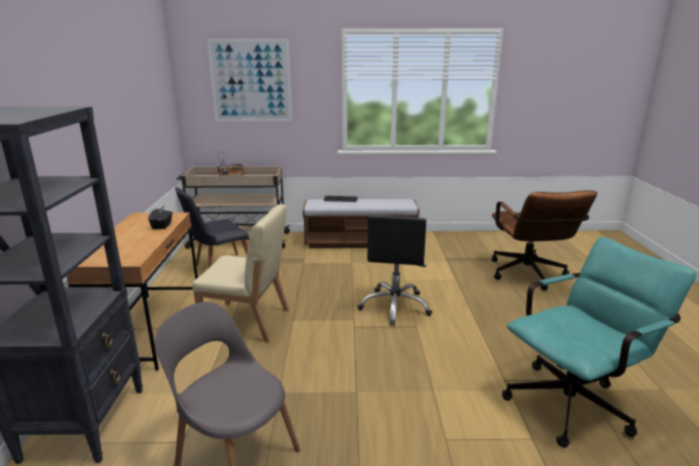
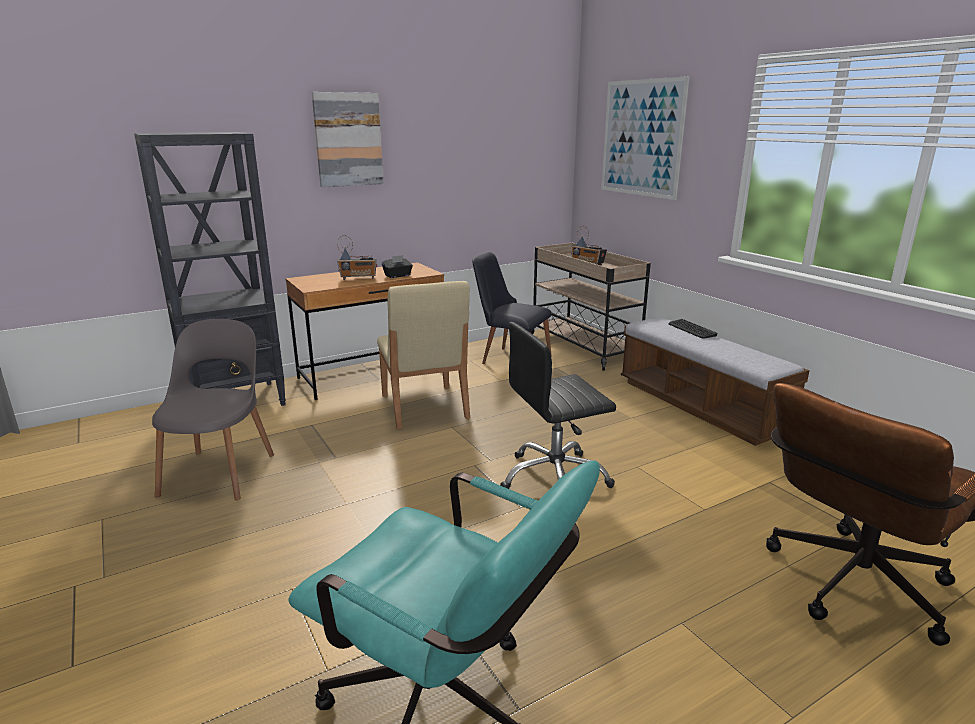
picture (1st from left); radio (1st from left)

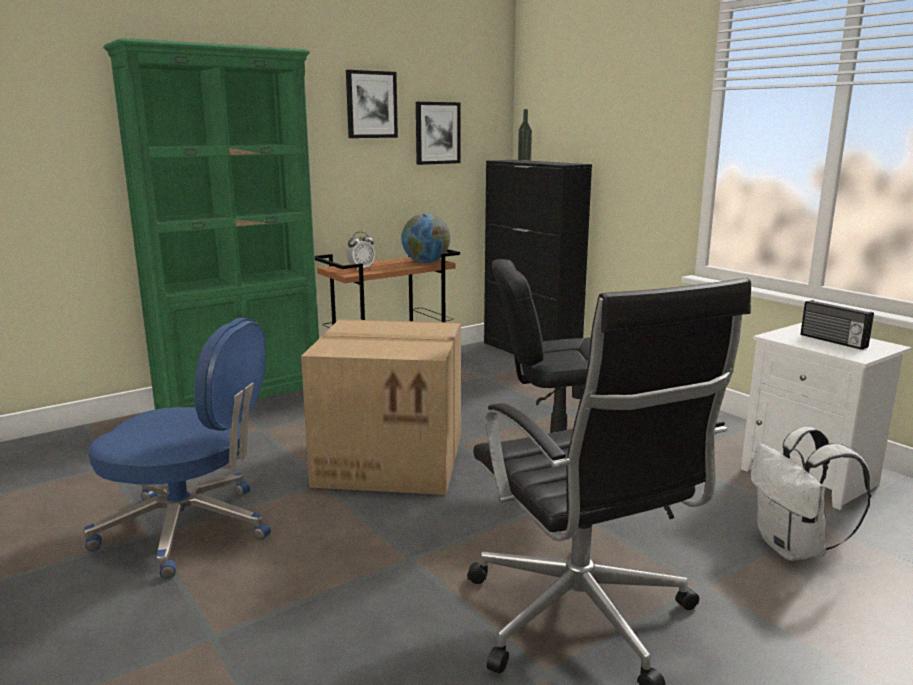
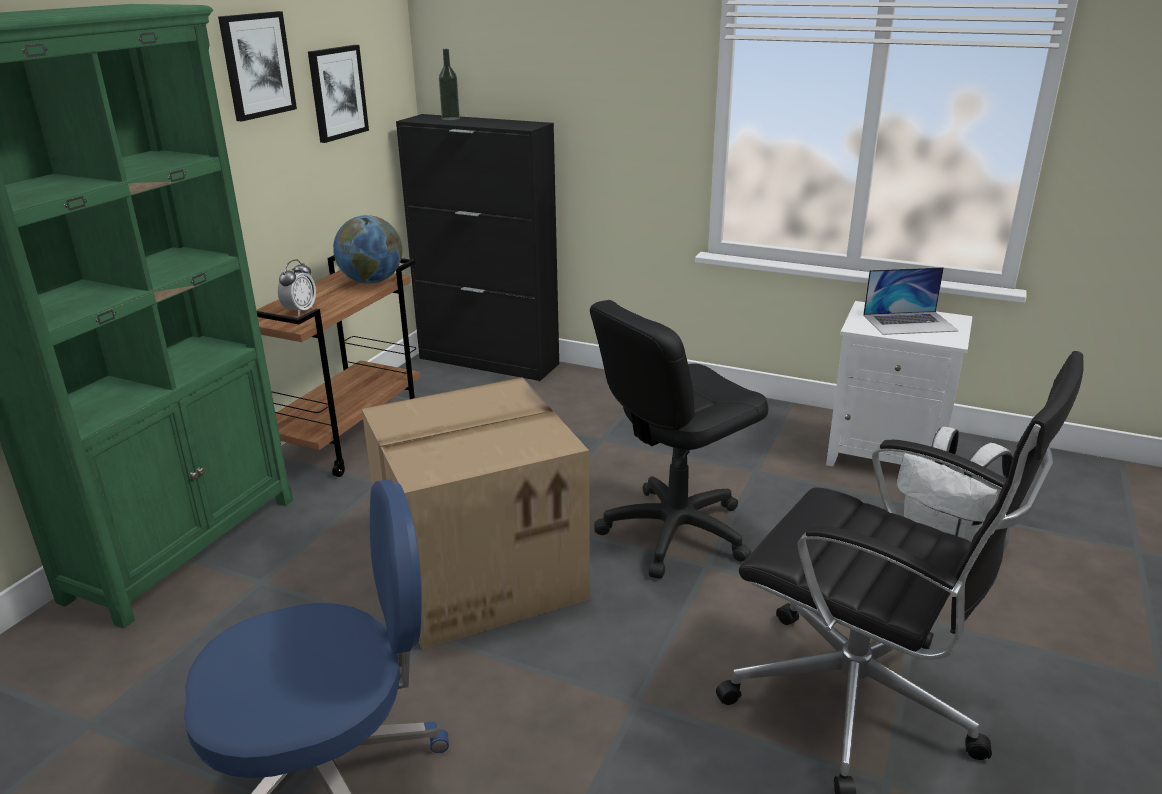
laptop

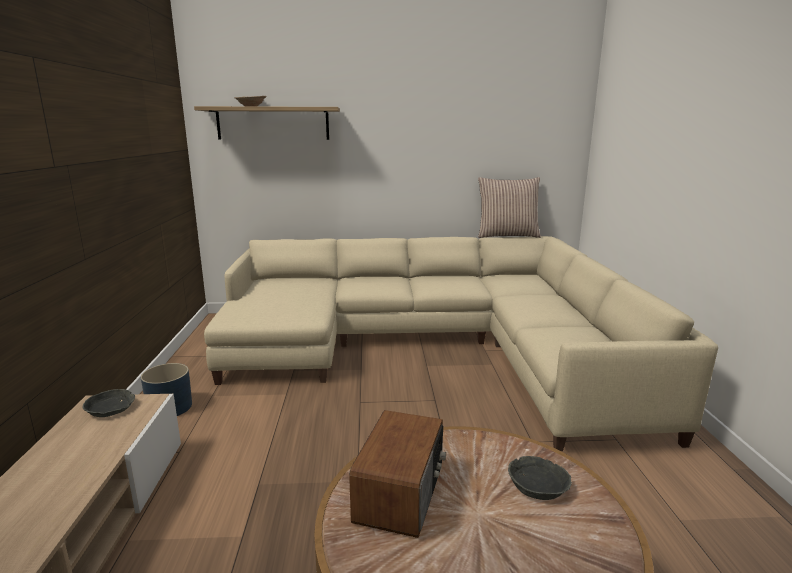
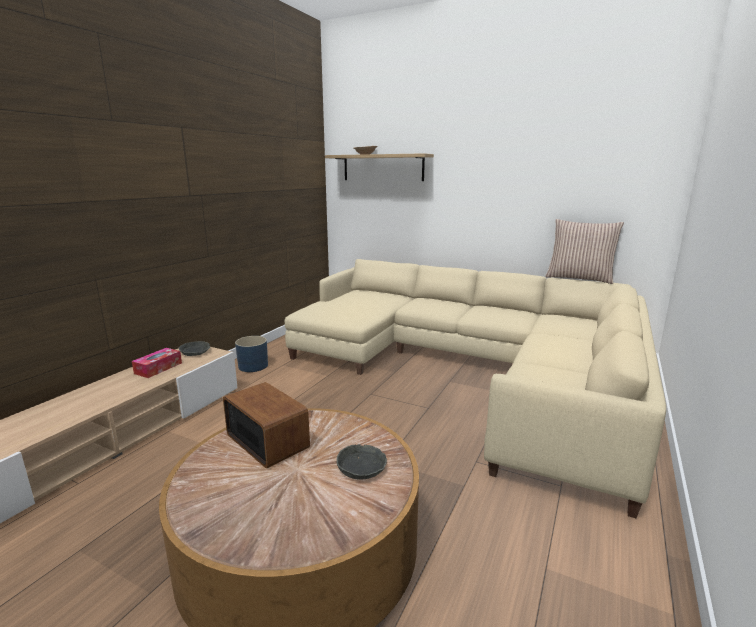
tissue box; radio

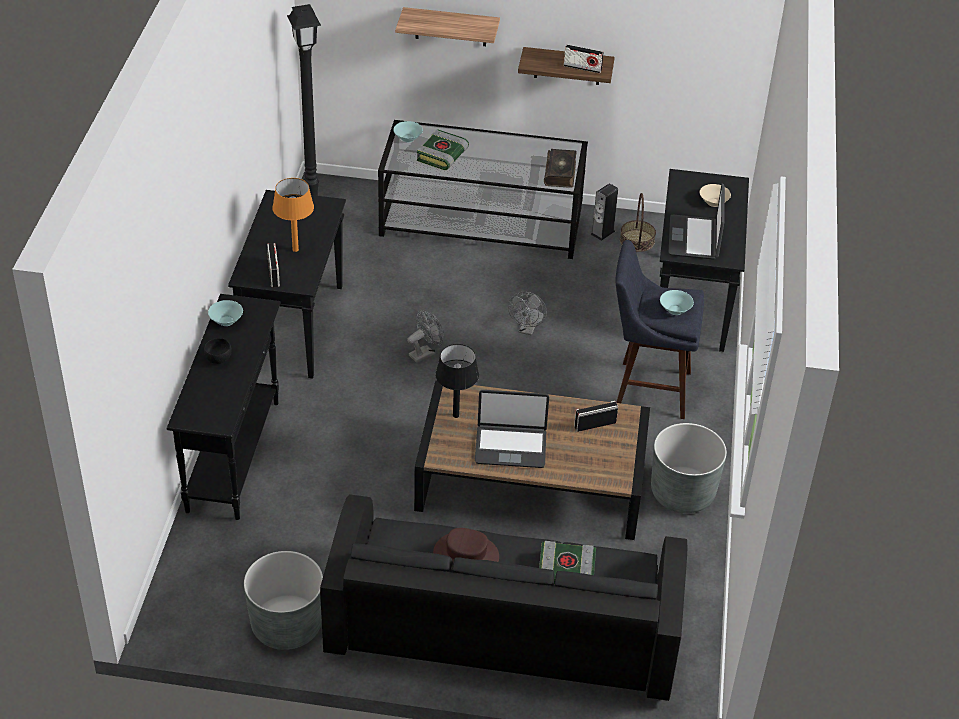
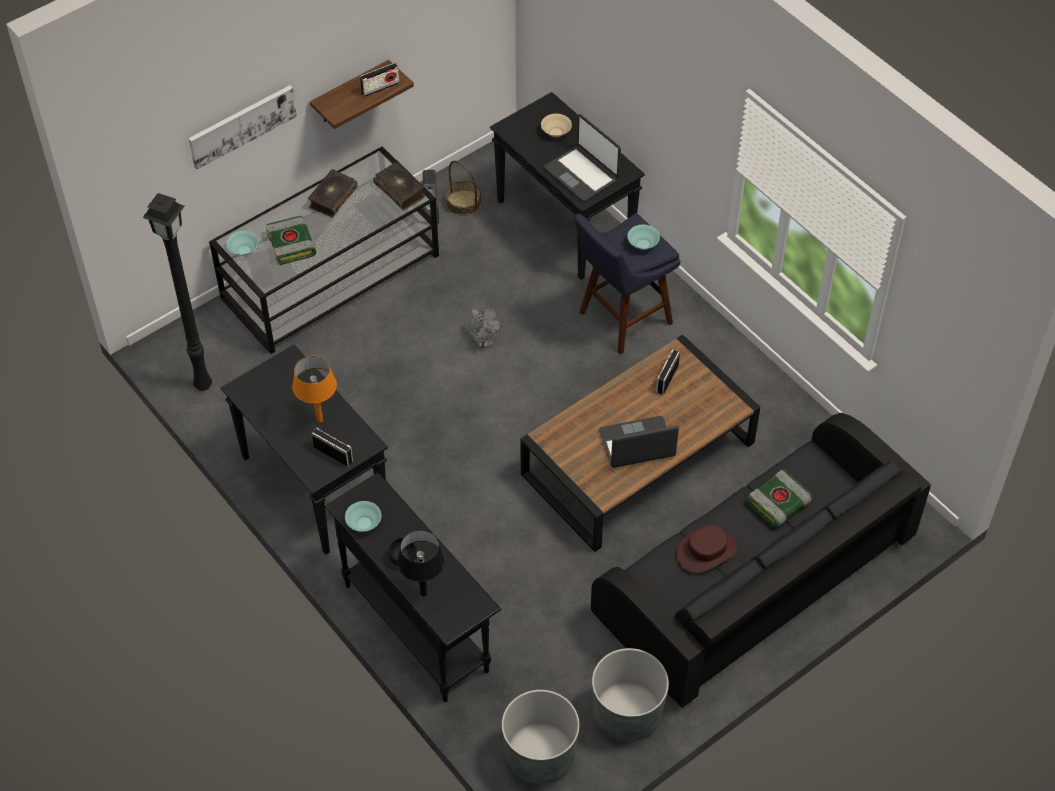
picture; book (2nd from left); black table lamp; grey planter (1st from left); laptop (2nd from left); grey fan (1st from left in the first image)

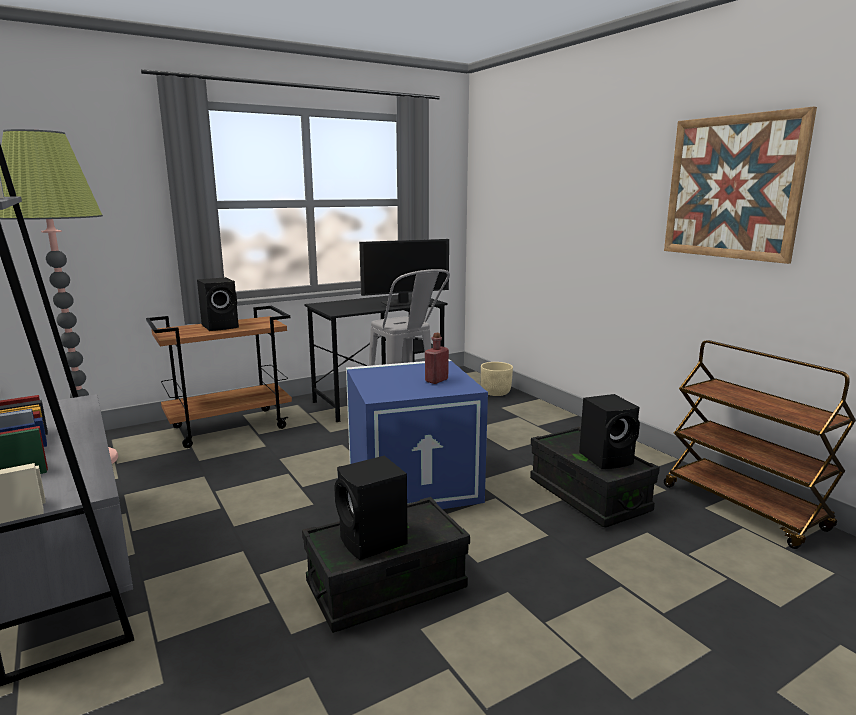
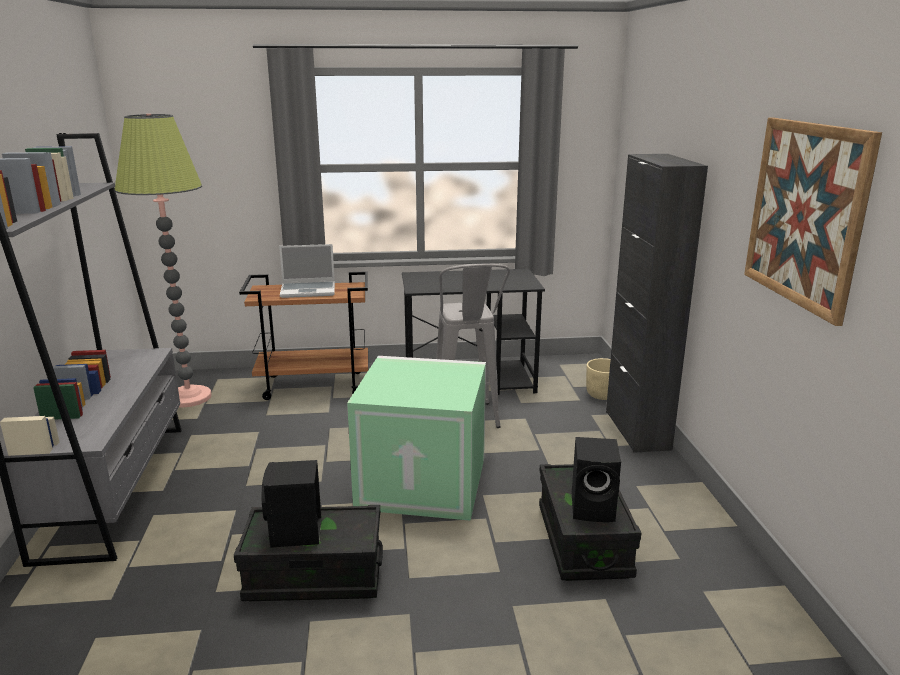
laptop; green storage box; black cabinet; monitor; red bottle; brown cart (2nd from left in the first image)

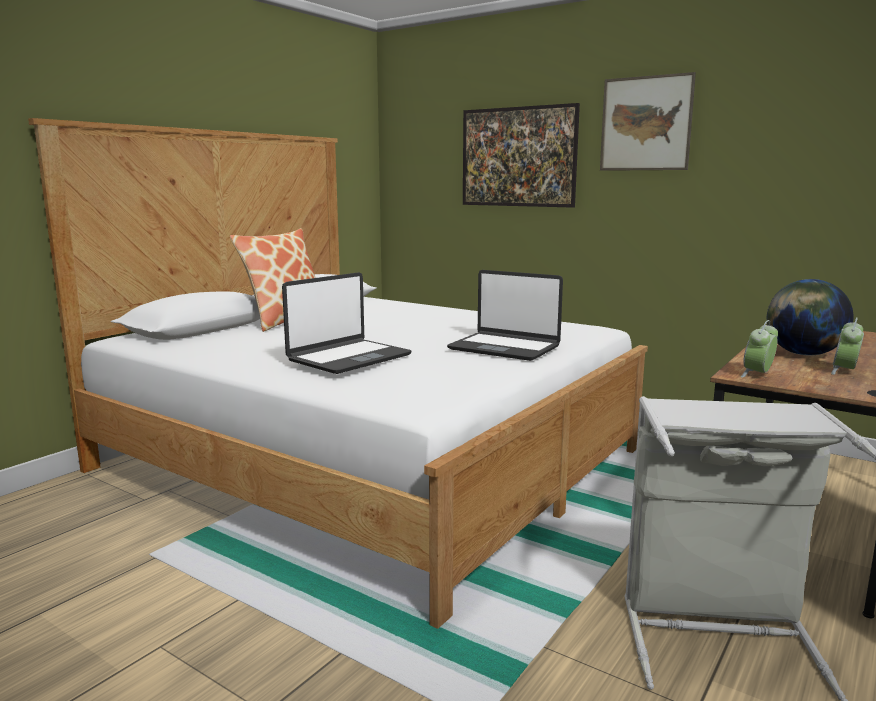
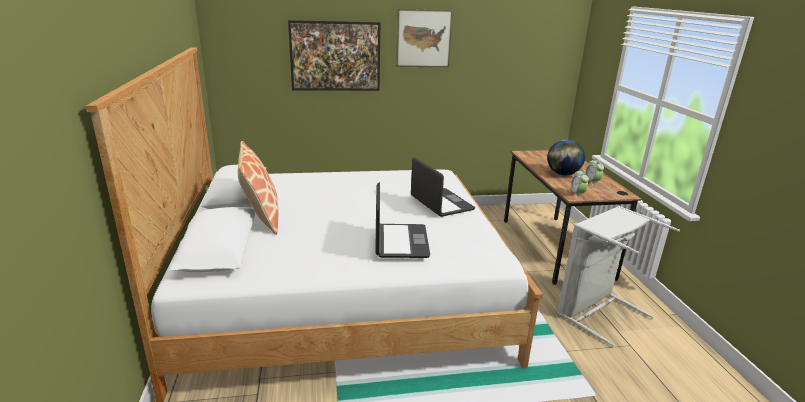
laptop (2nd from left)

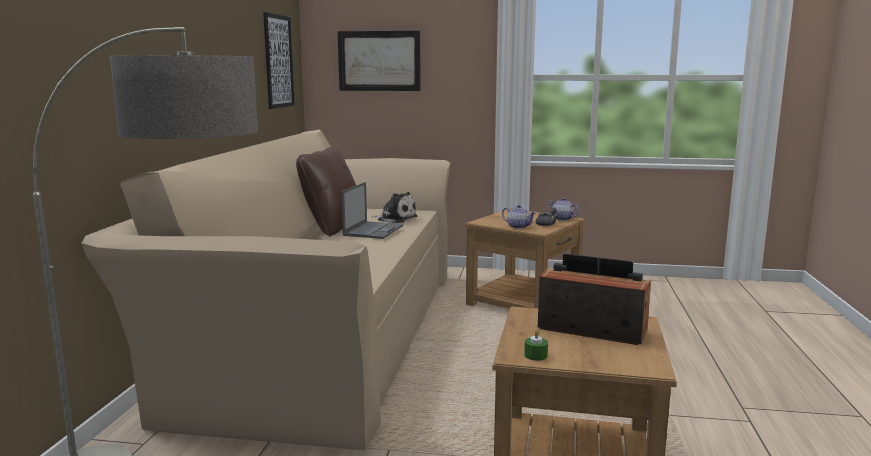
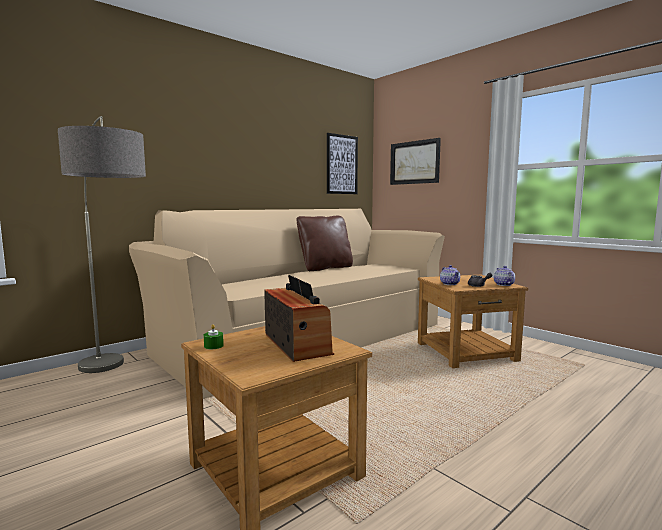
laptop; plush toy

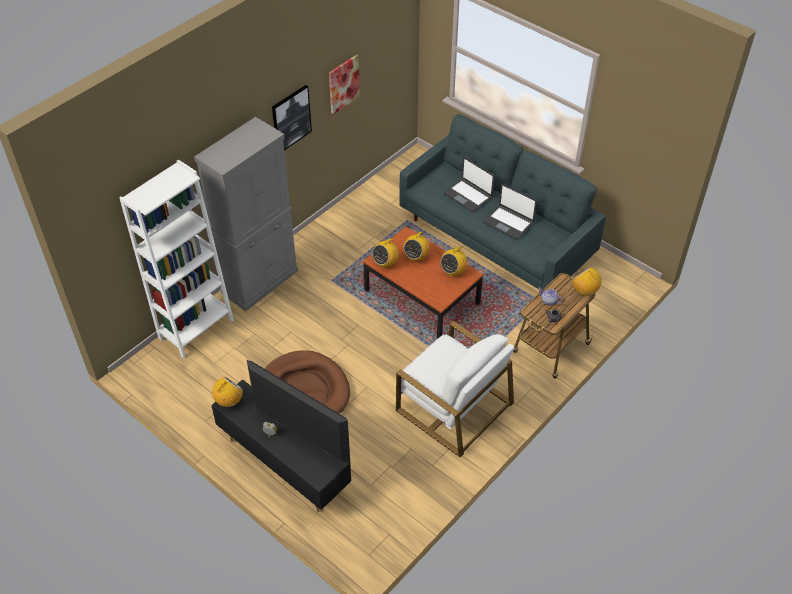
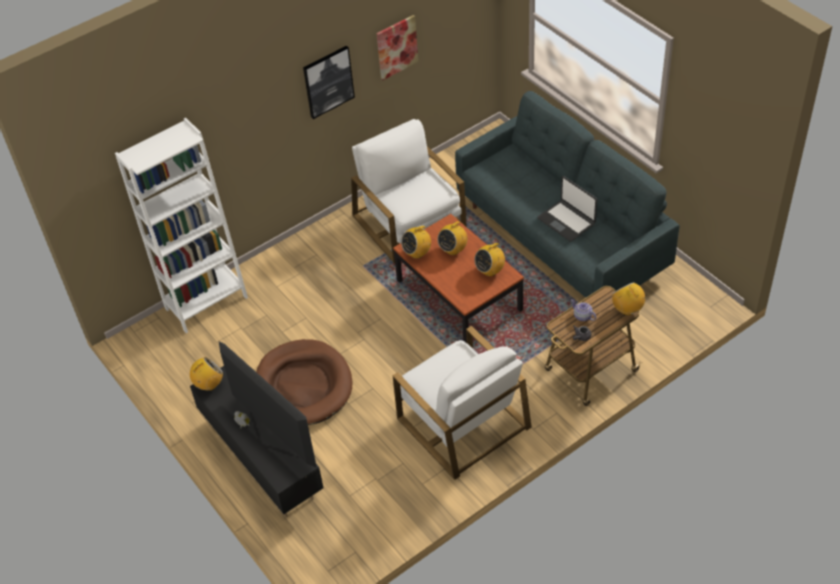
white armchair (1st from left); grey cabinet; laptop (1st from left in the first image)

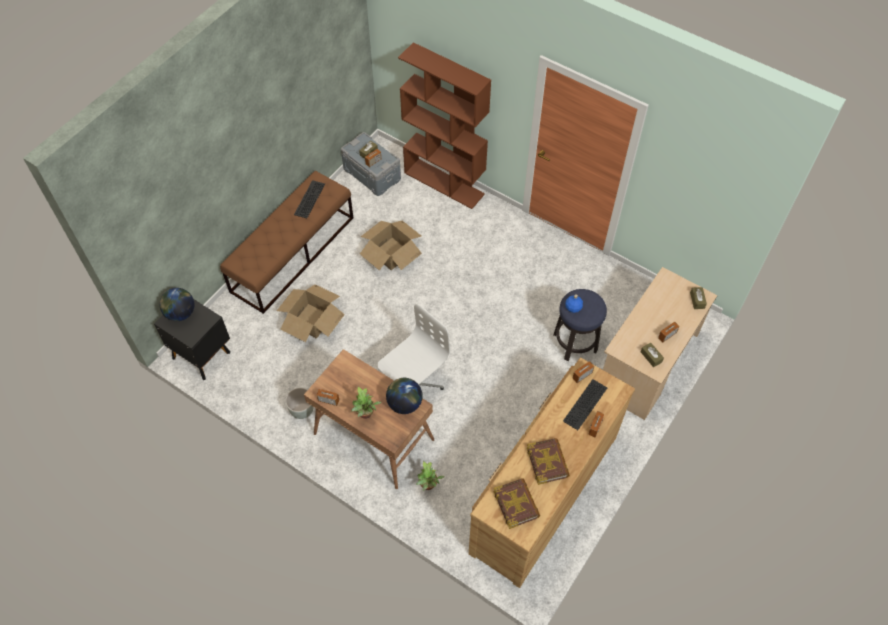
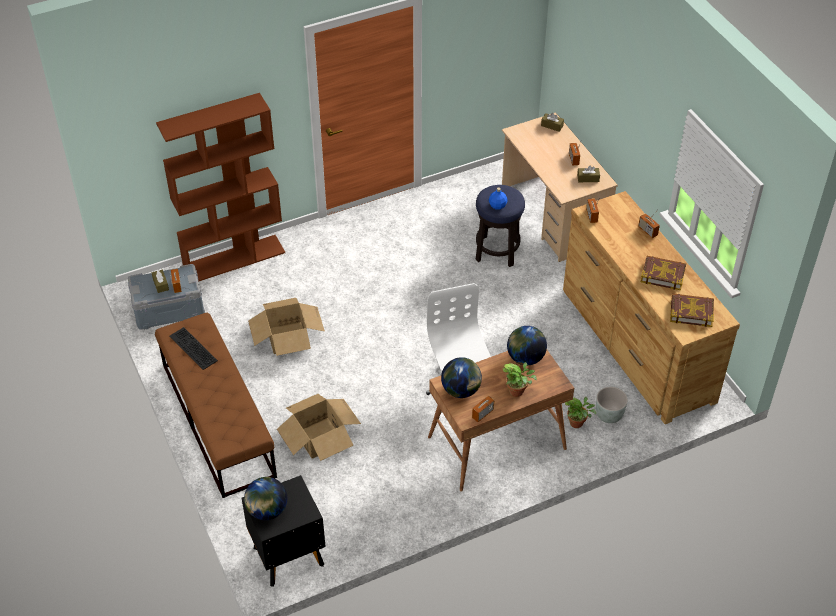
globe (2nd from left); grey planter; keyboard (2nd from left in the first image)

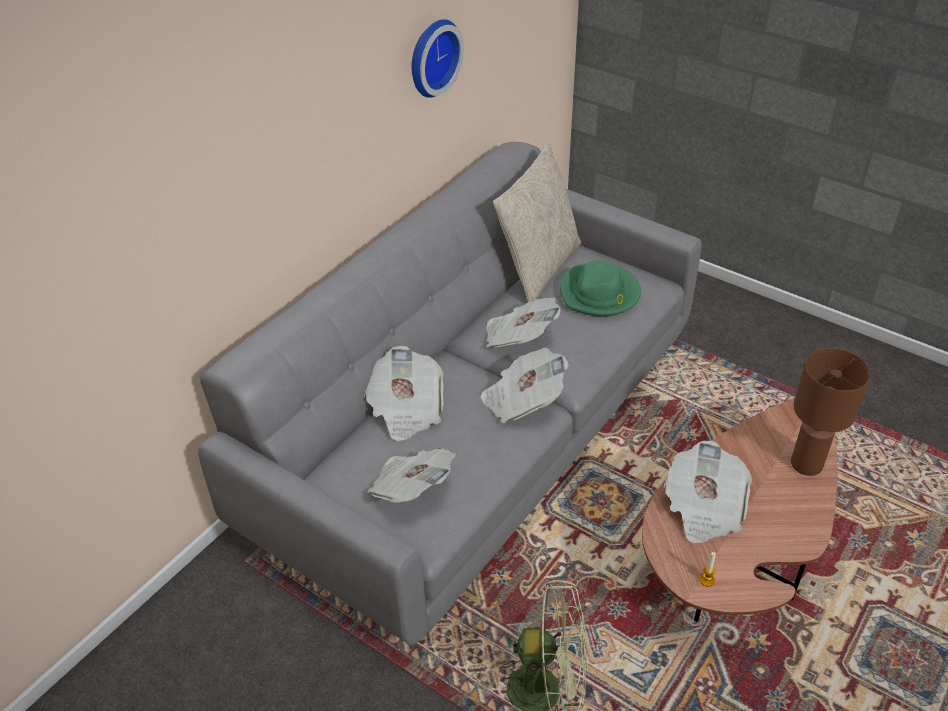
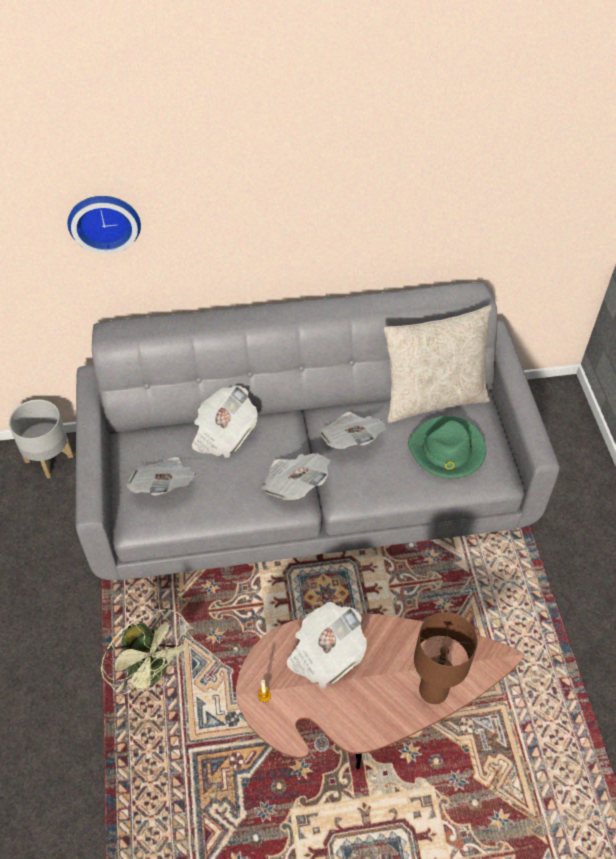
grey planter; wall clock

